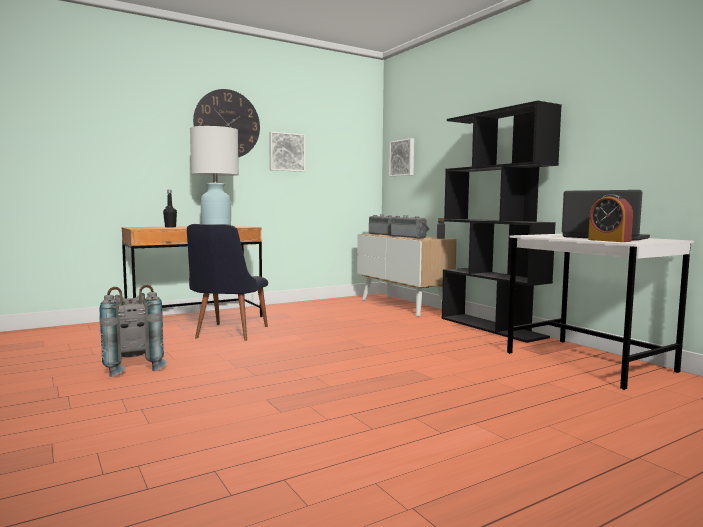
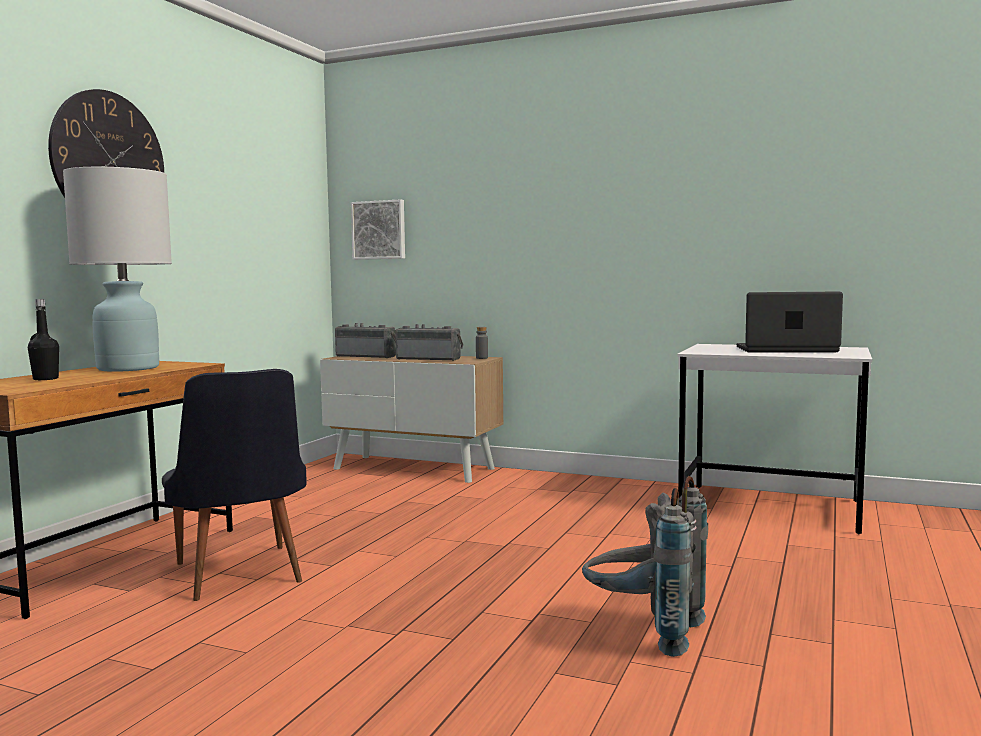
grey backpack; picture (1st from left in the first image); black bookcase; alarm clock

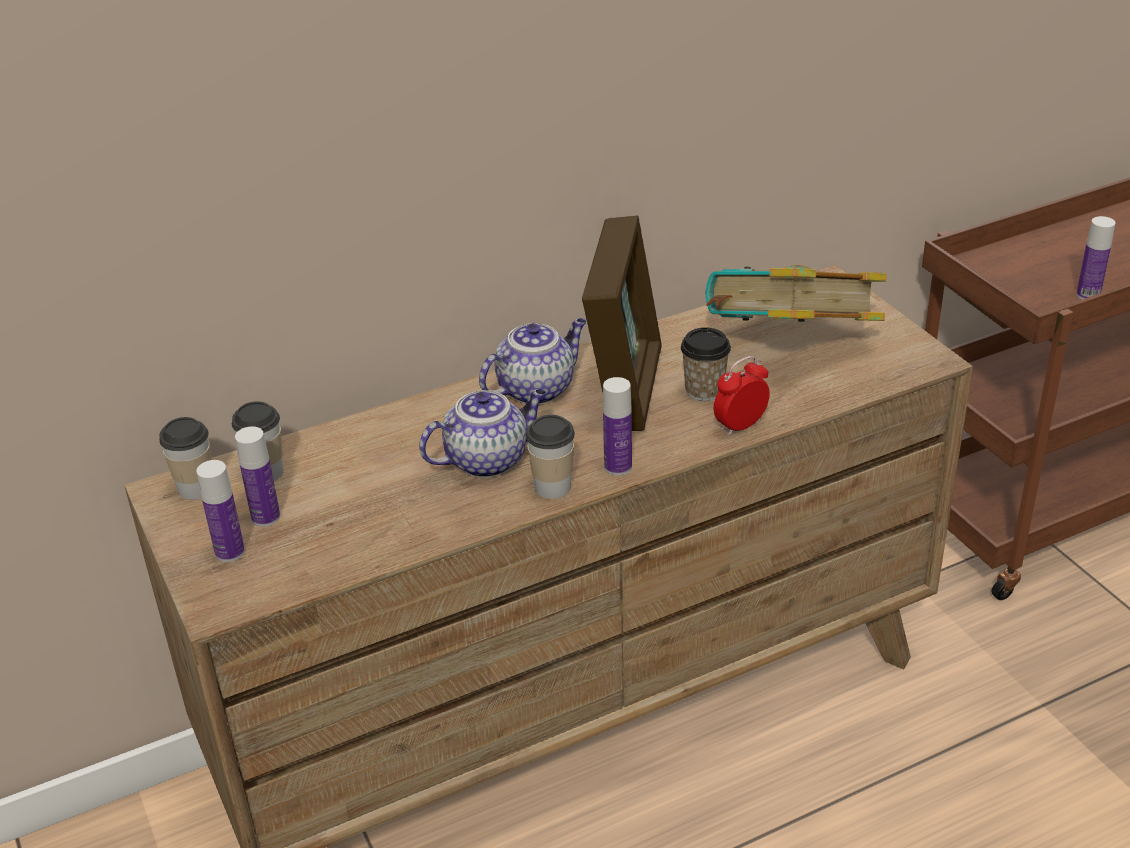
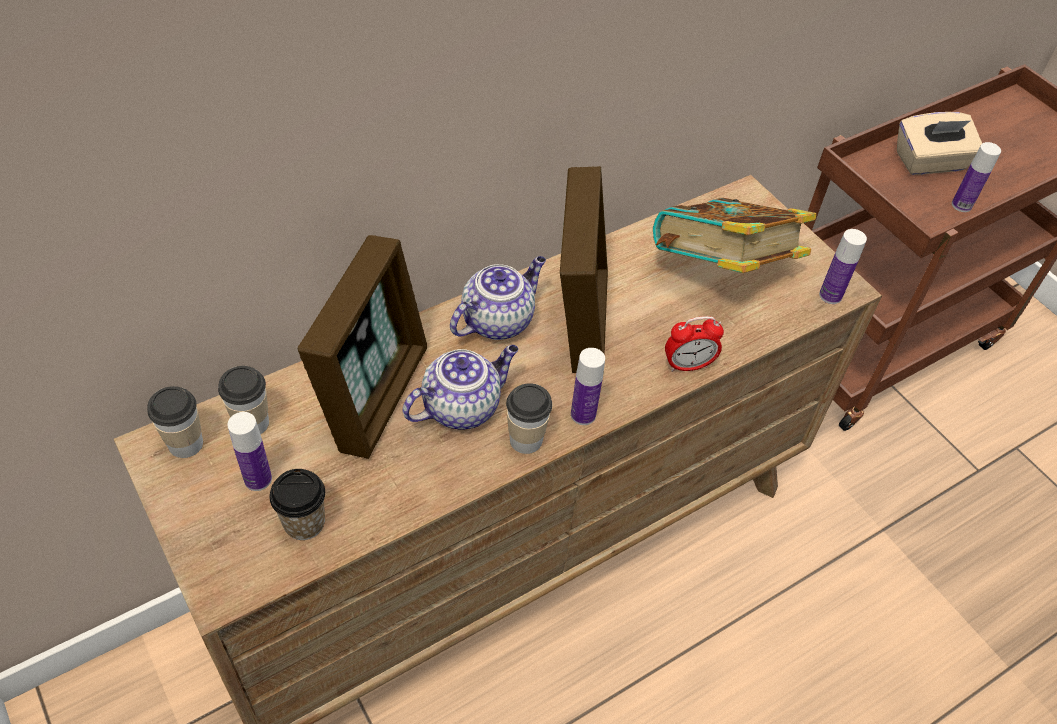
cup (3rd from left); picture frame (1st from left); alarm clock; bottle (3rd from left); beige tissue box

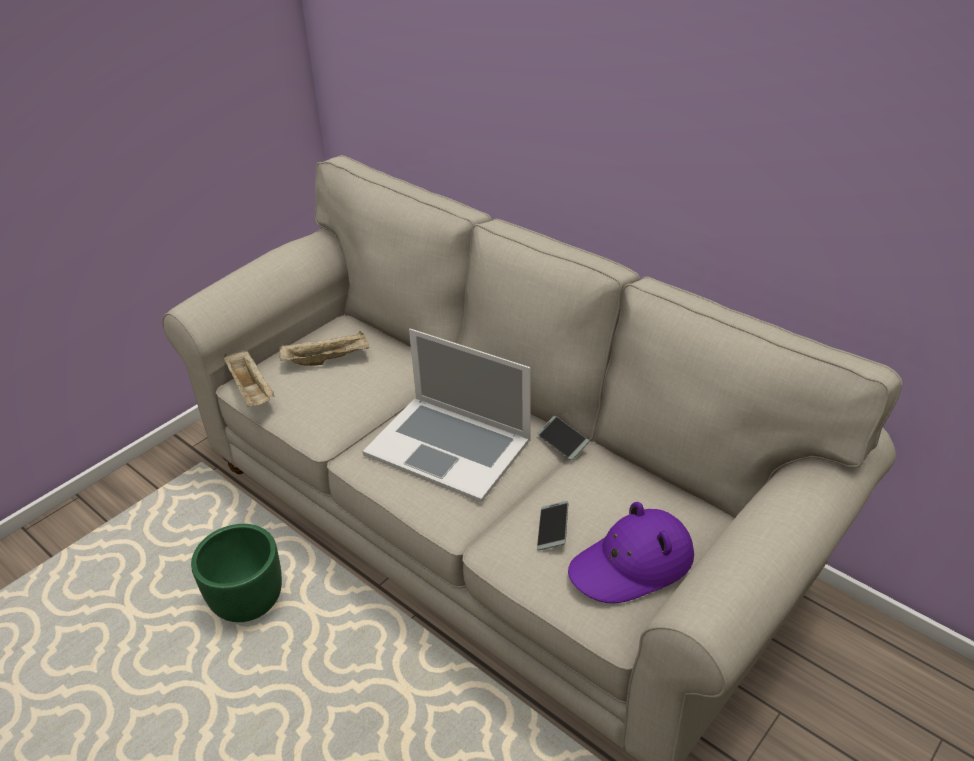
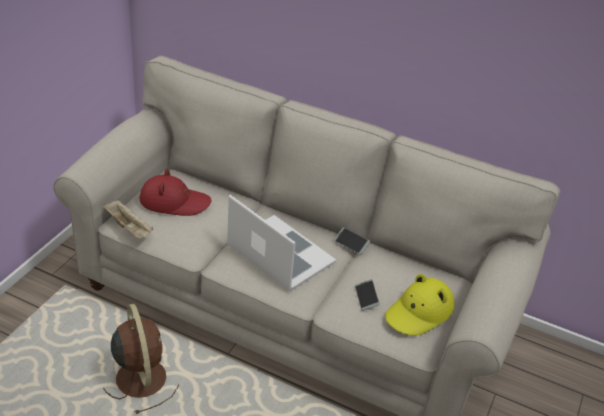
brown fan; red hat; laptop; yellow hat

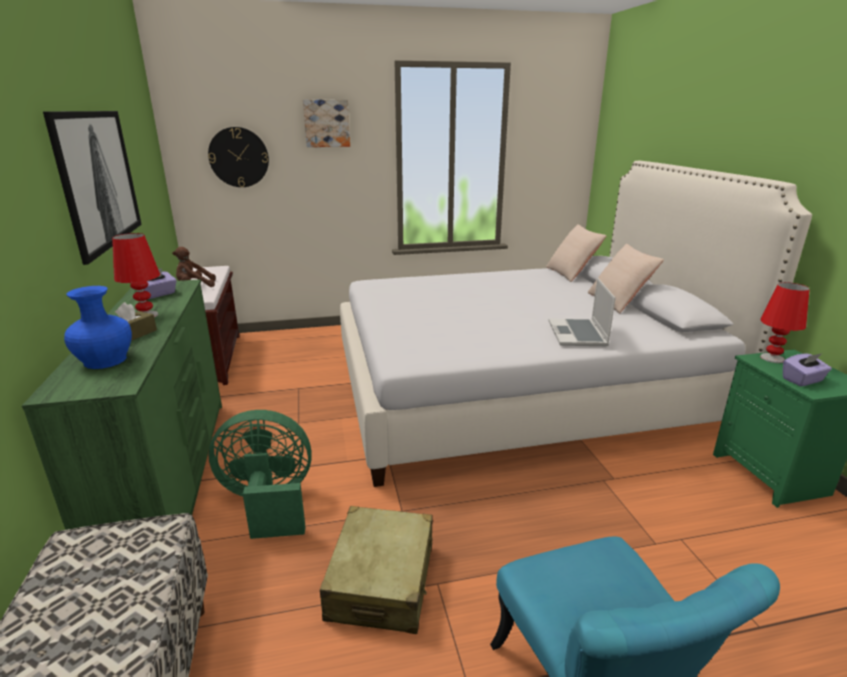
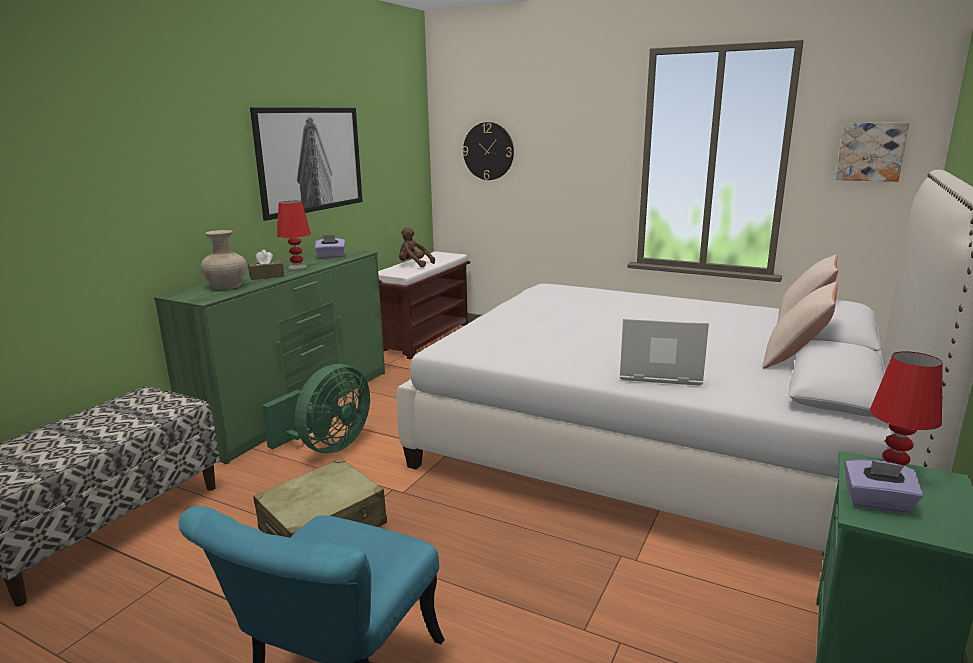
beige vase; green fan; laptop; picture (2nd from left)

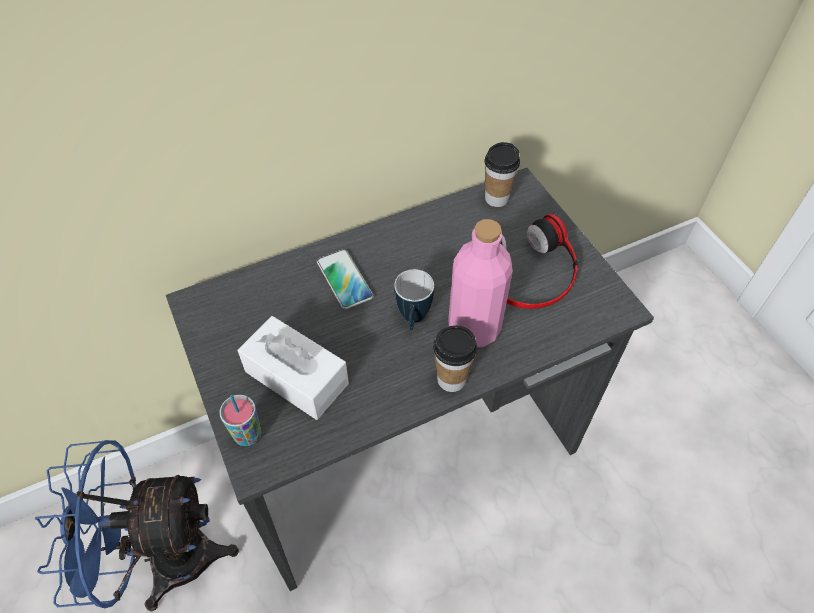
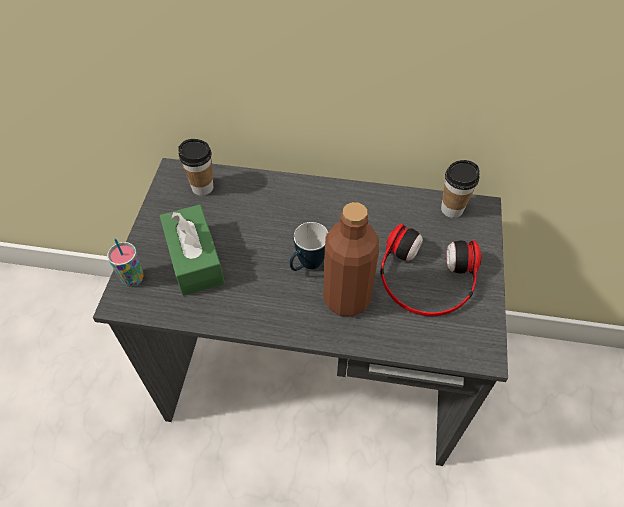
green tissue box; cup (2nd from left); brown bottle; blue fan; phone

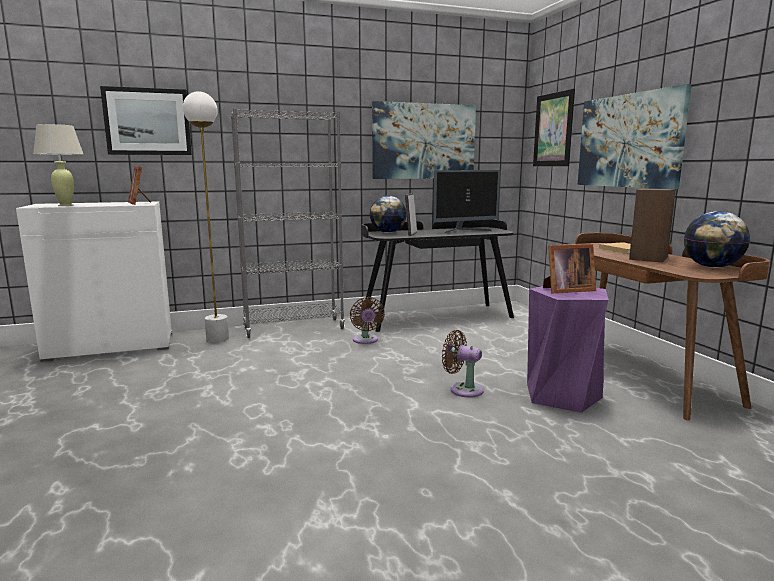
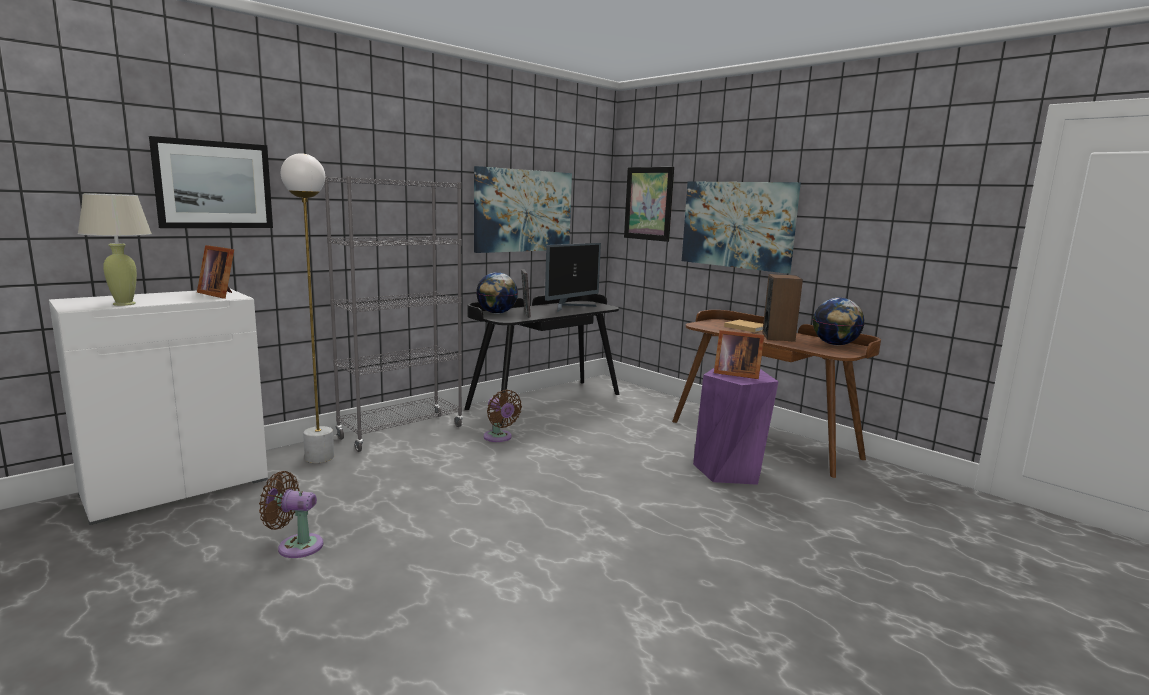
brown fan (1st from left); picture frame (3rd from left)

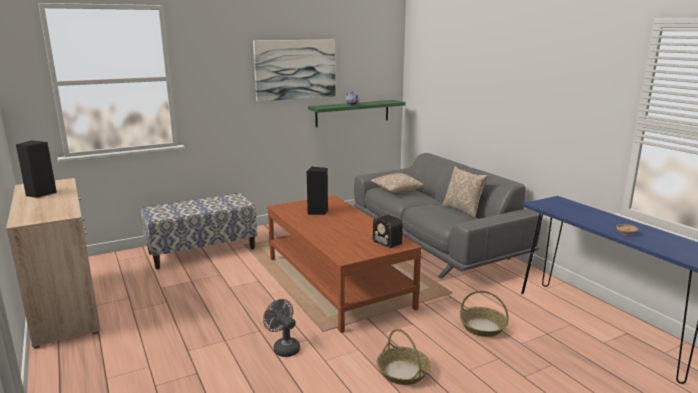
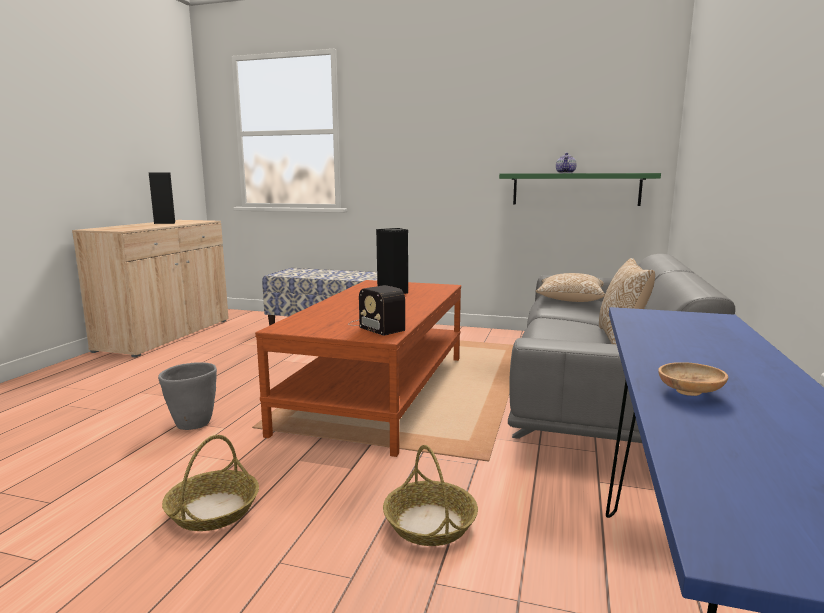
grey planter; radio; picture

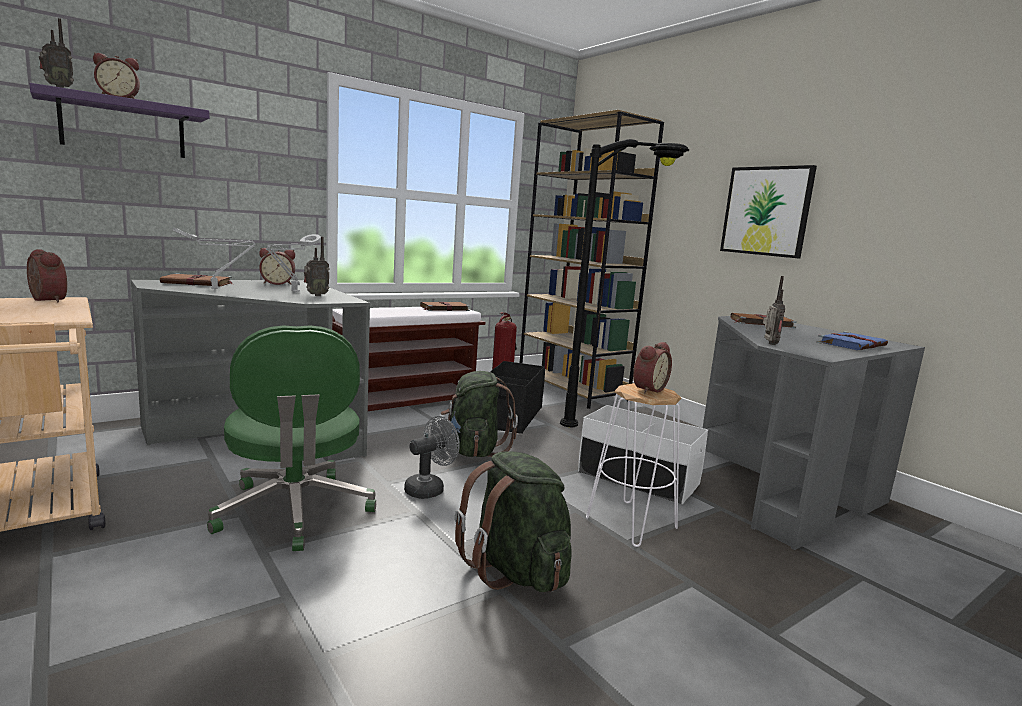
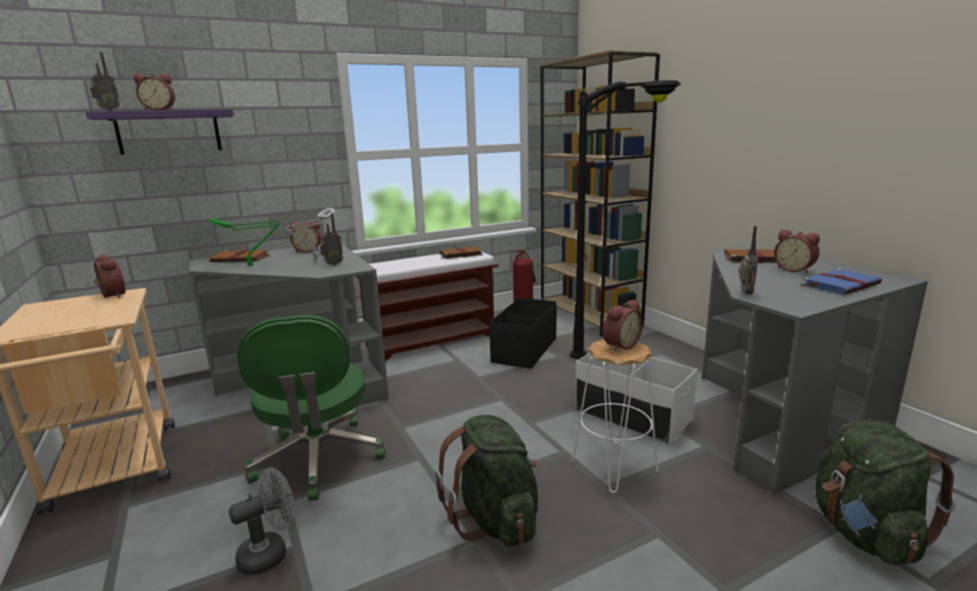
green table lamp; grey fan; alarm clock (5th from left); green backpack (2nd from left); picture

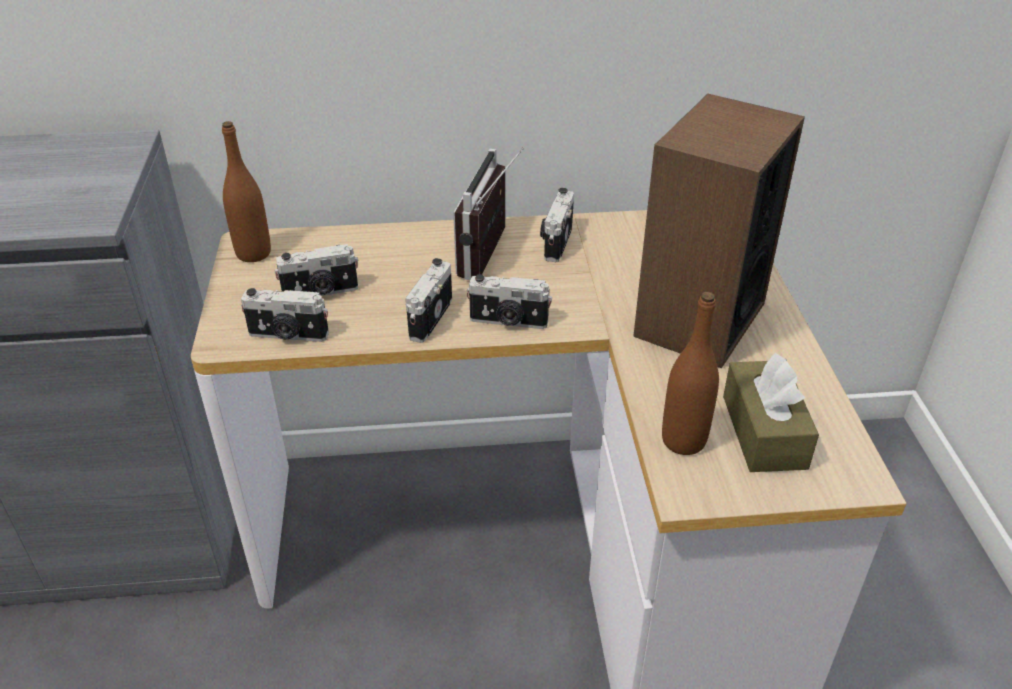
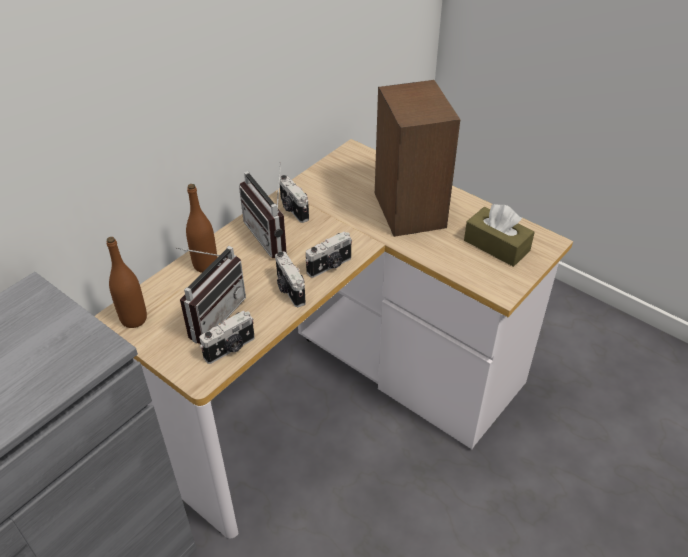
radio (1st from left); brown bottle (2nd from left)

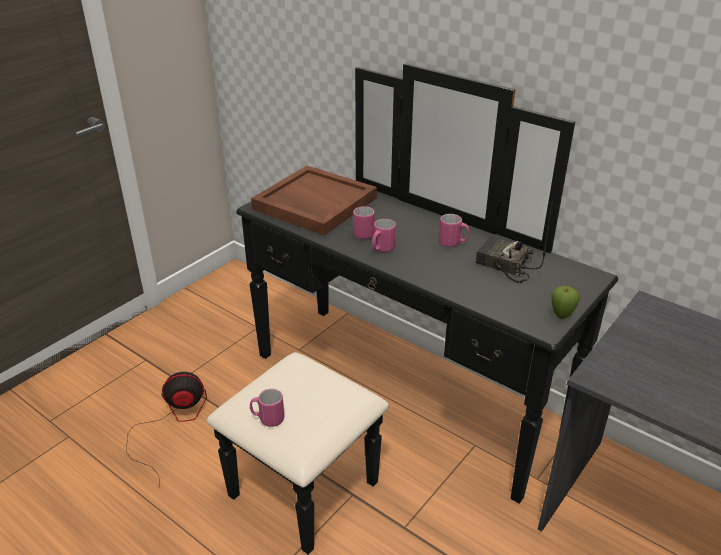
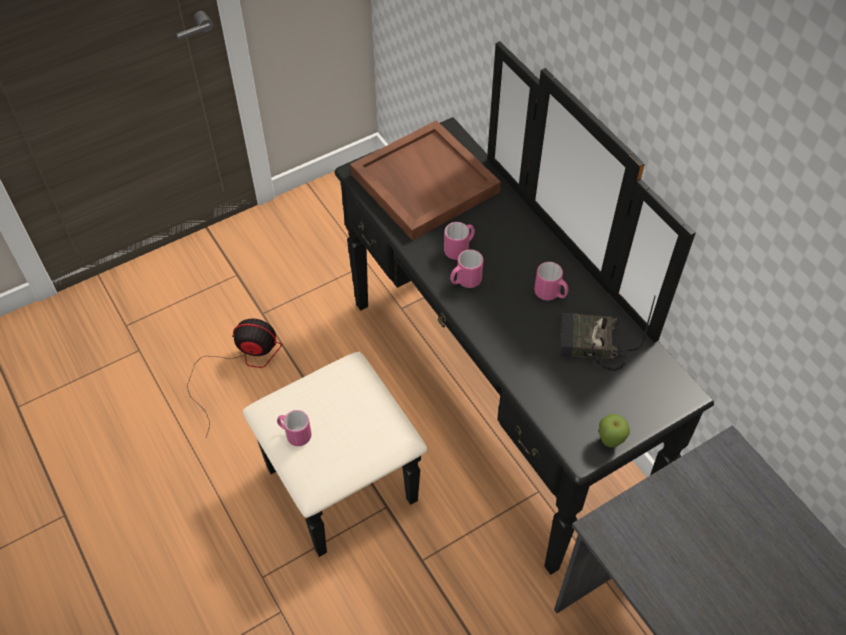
radio

